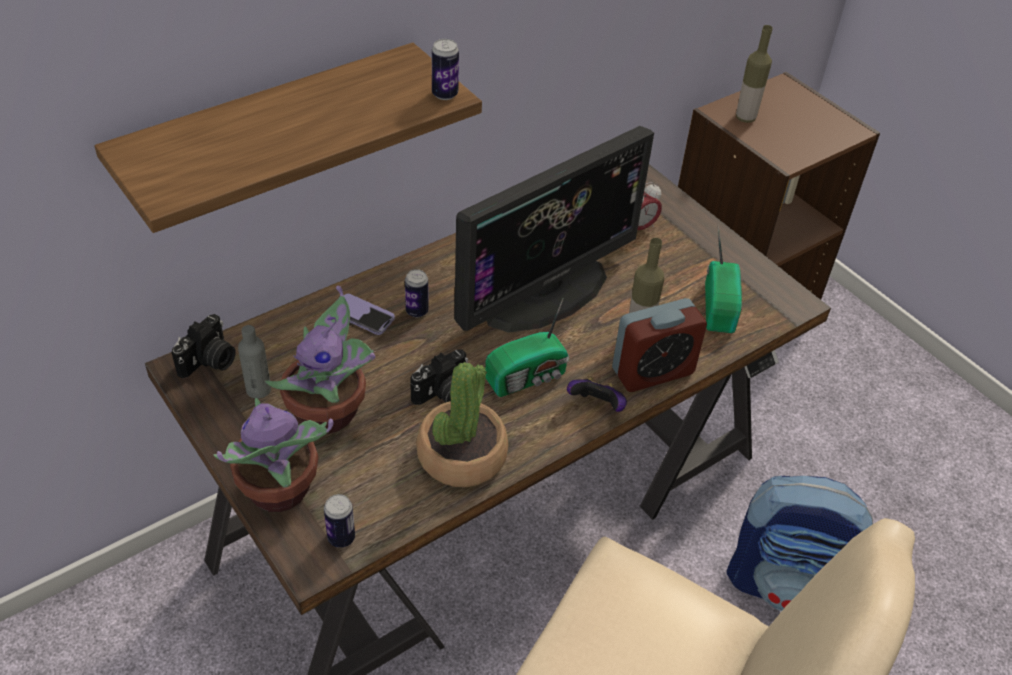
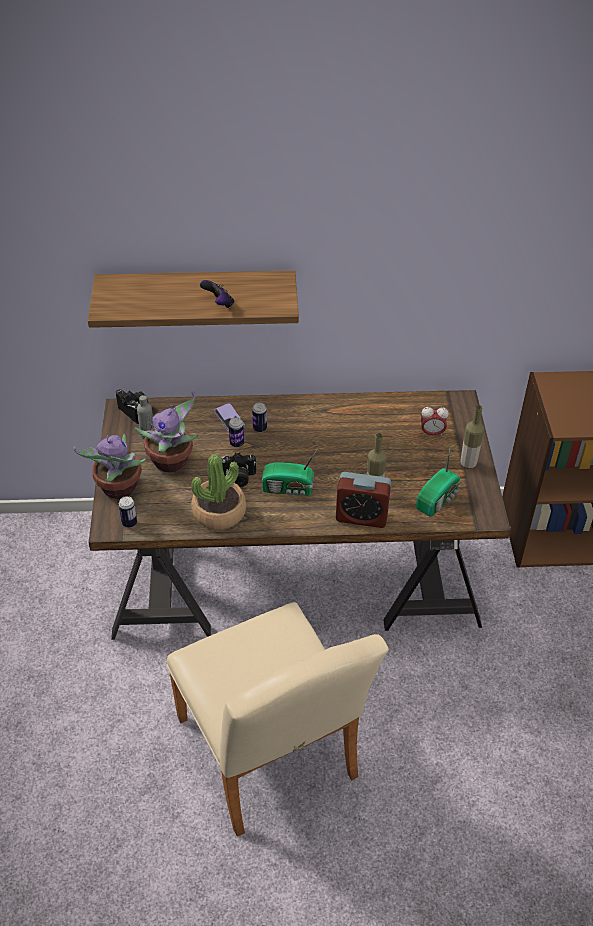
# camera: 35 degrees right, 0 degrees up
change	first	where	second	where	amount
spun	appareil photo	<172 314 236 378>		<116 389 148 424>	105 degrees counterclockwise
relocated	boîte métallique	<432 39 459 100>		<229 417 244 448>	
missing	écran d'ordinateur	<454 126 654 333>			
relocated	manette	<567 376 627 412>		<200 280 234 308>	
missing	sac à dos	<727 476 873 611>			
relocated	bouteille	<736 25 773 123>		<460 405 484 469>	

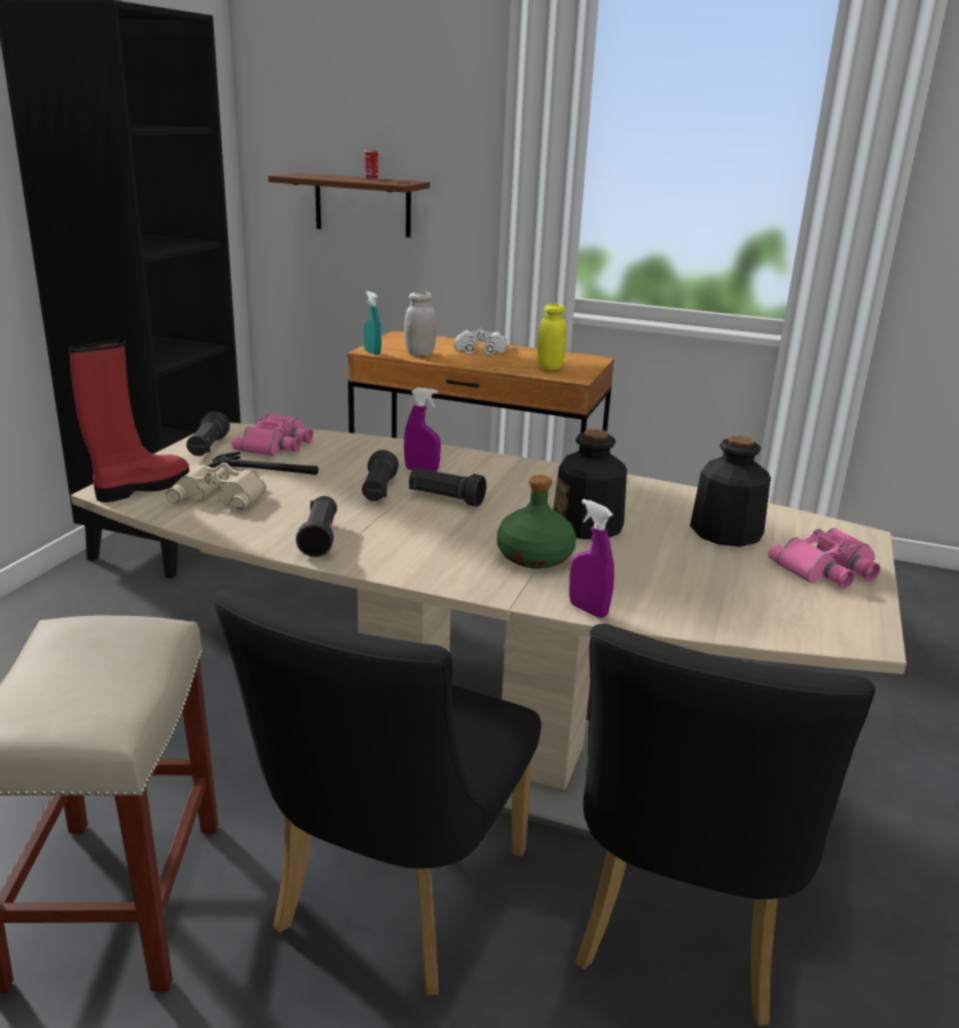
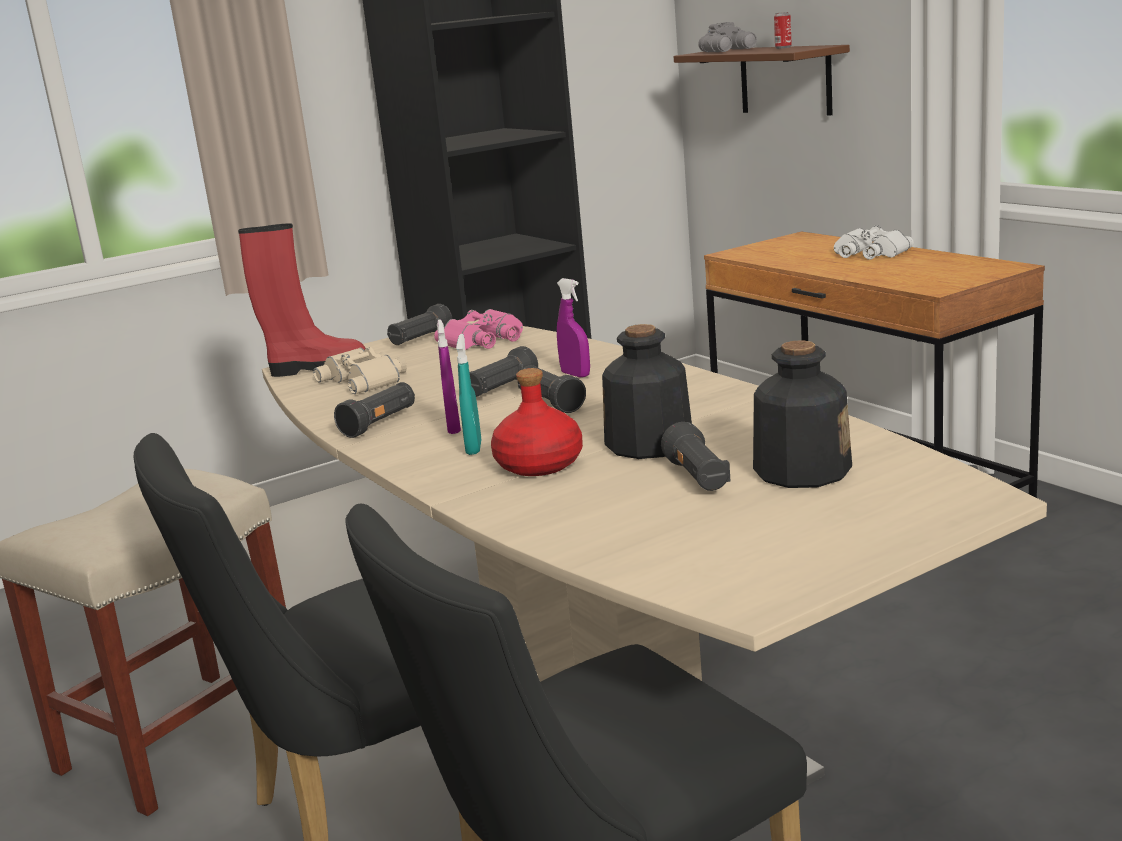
# camera: 40 degrees right, 5 degrees down
change	first	where	second	where	amount
missing	marteau	<209 452 318 475>			
relocated	vaporisateur [turquoise]	<364 291 381 355>		<456 334 481 455>	
missing	bocal [blanc]	<404 292 437 356>			
colour	bouteille [vert]	<497 475 576 569>	bouteille [rouge]	<491 368 583 476>	
missing	bocal [jaune]	<537 304 566 370>			
relocated	vaporisateur [violet]	<569 499 614 618>		<437 320 461 434>	
missing	jumelles [rose]	<768 528 880 588>			
appeared			lampe de poche [noir]	<661 422 730 491>	
appeared			jumelles [gris]	<698 22 757 52>	

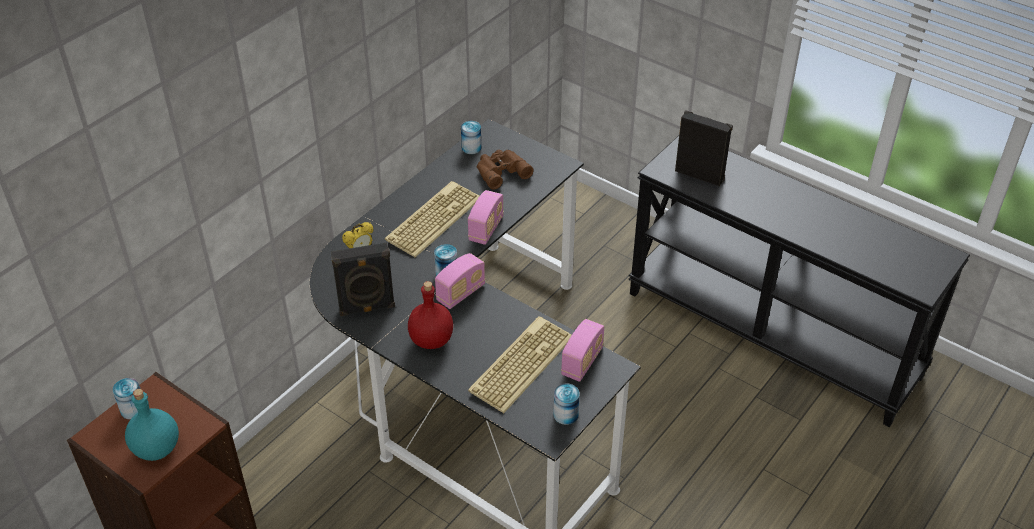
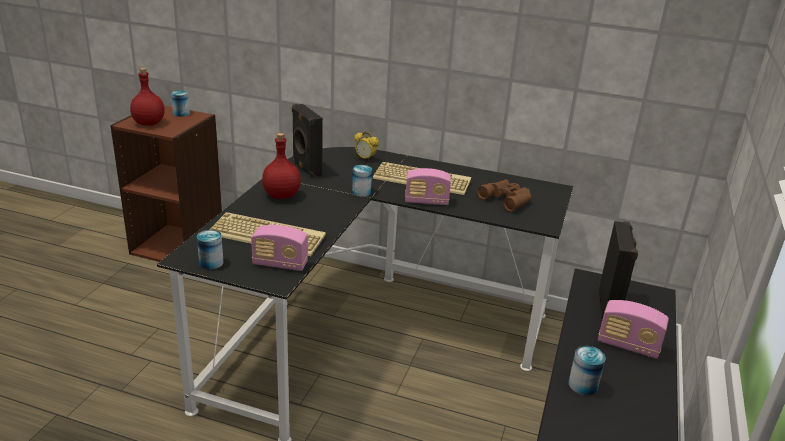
# camera: 70 degrees right, 15 degrees down
change	first	where	second	where	amount
colour	bouteille [turquoise]	<125 389 179 461>	bouteille [rouge]	<130 68 165 126>	
relocated	radio	<435 253 485 309>		<598 300 669 359>	
relocated	boîte métallique	<461 121 481 154>		<568 346 606 396>	

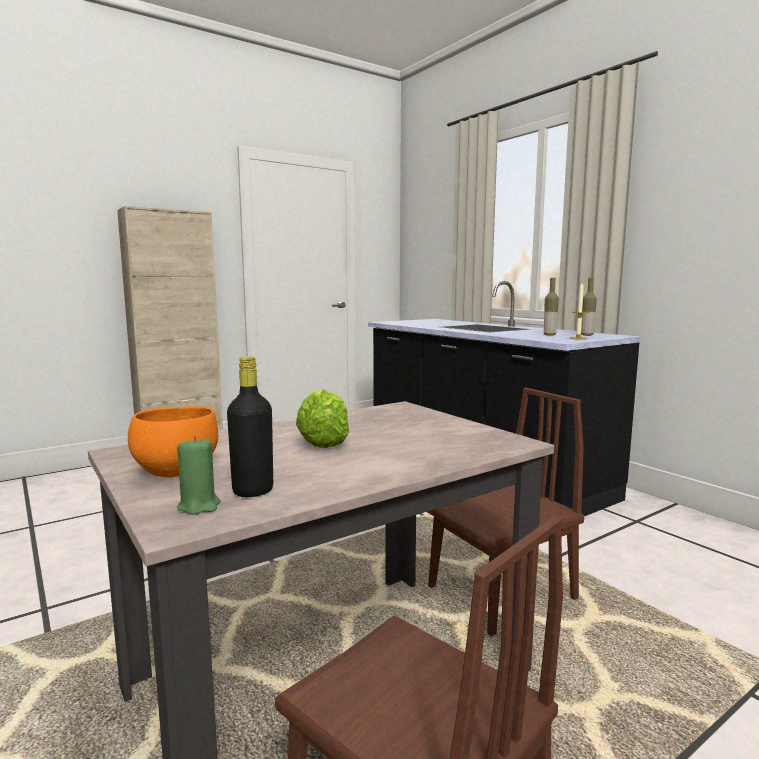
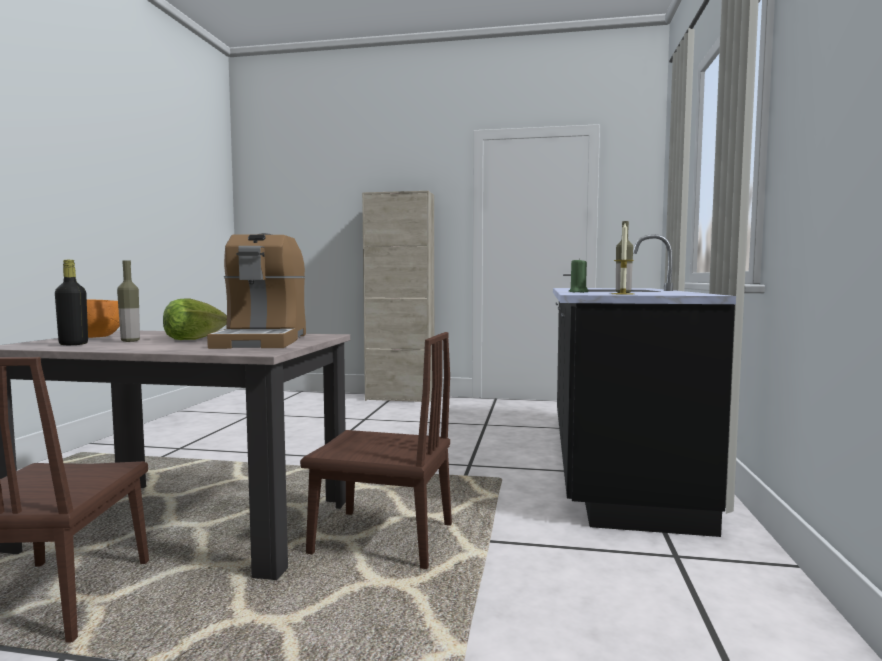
# camera: 45 degrees right, 5 degrees down
change	first	where	second	where	amount
relocated	bougie [vert]	<177 436 221 515>		<569 258 589 293>	
relocated	bouteille	<581 278 597 336>		<117 260 140 342>	
appeared			machine à café	<207 233 306 349>	

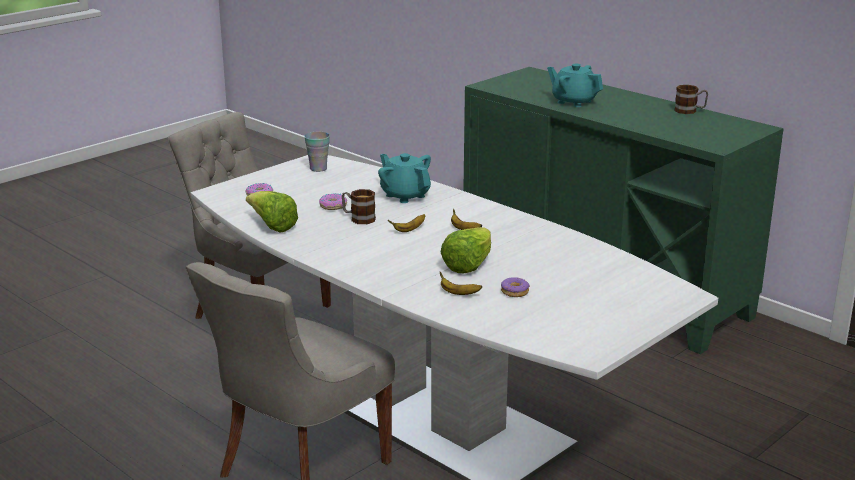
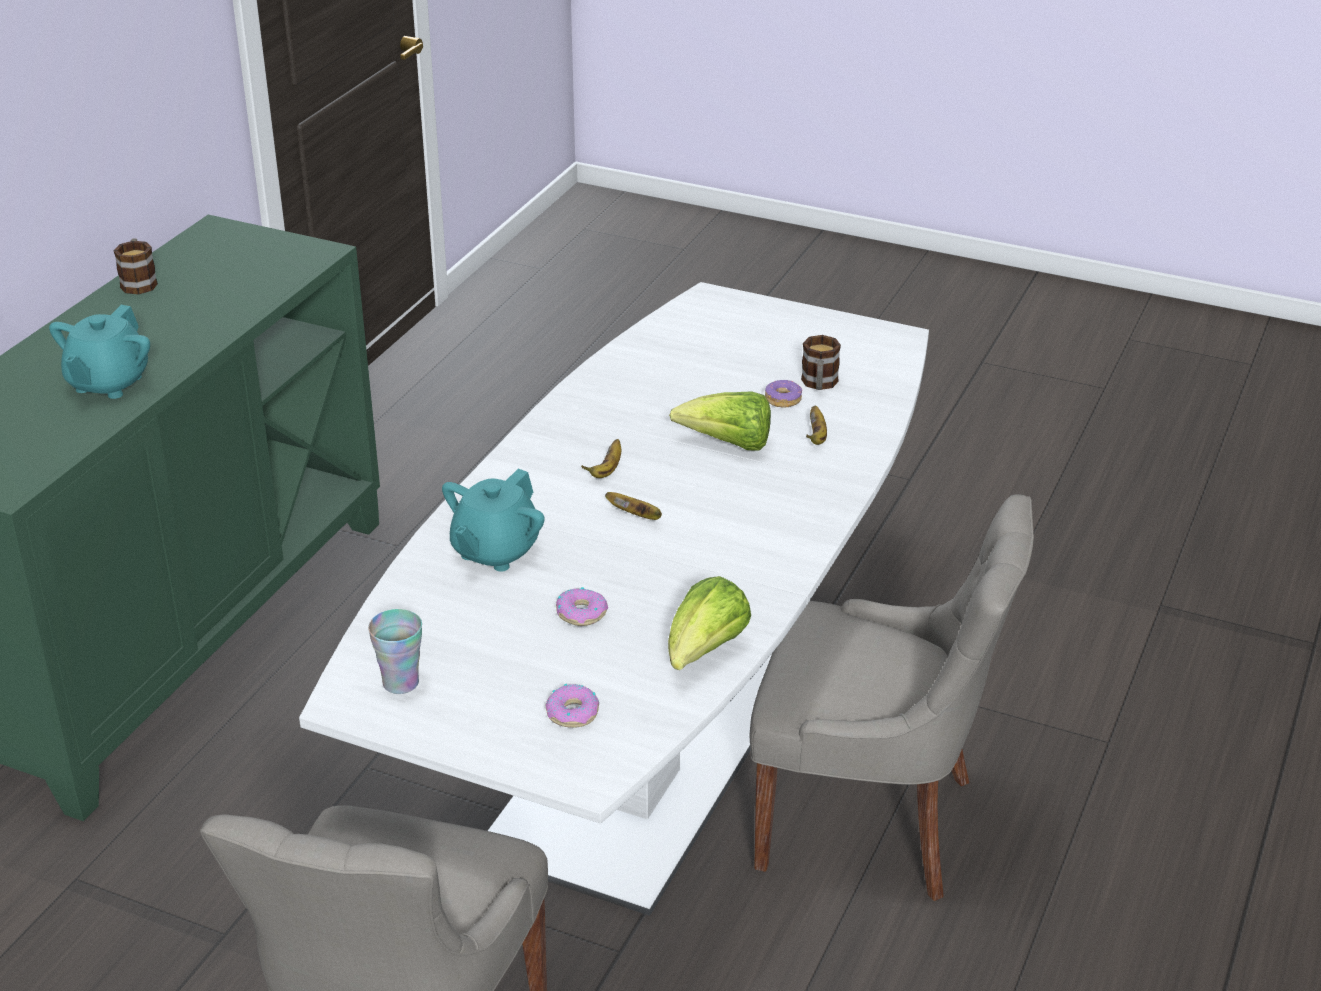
# camera: 110 degrees left, 10 degrees up
change	first	where	second	where	amount
relocated	mug	<342 189 376 224>		<801 335 841 390>	

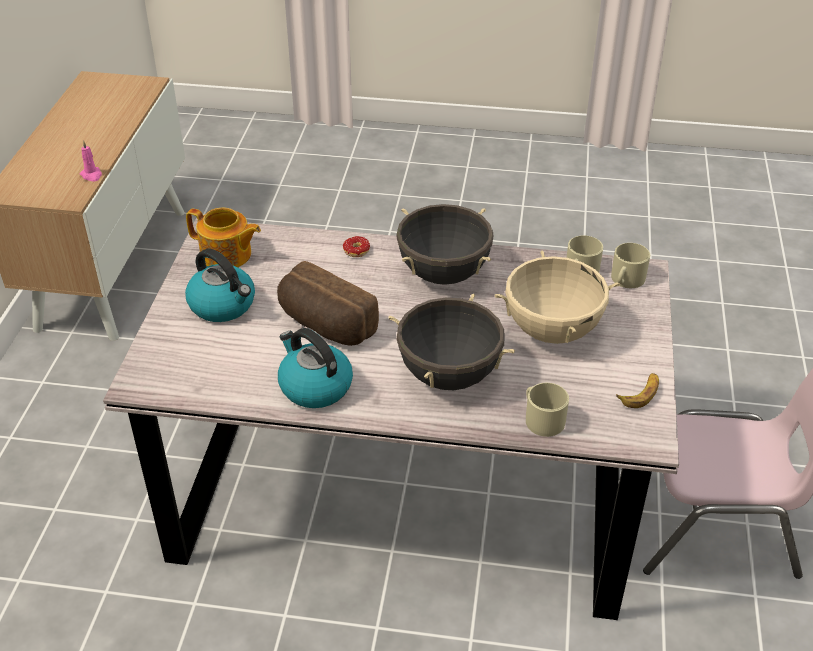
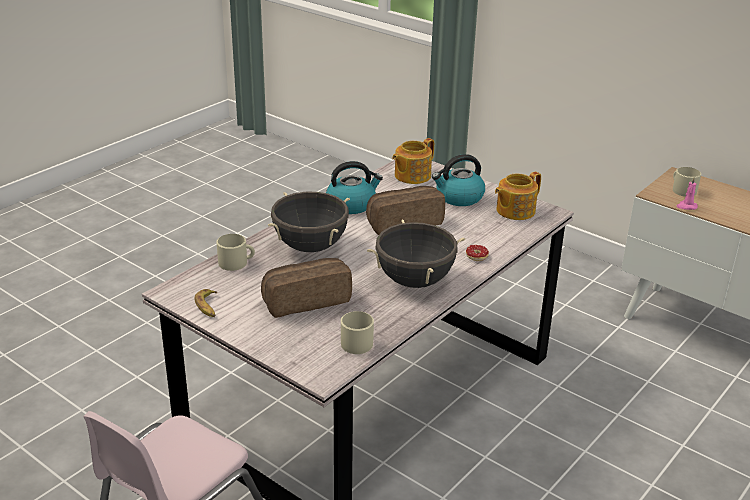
# camera: 120 degrees right, 10 degrees down
change	first	where	second	where	amount
exchanged	marmite [beige]	<495 251 620 344>	pain	<261 258 352 318>	
relocated	mug [beige]	<611 243 650 288>		<673 167 701 197>	
appeared			théière	<392 138 434 184>	

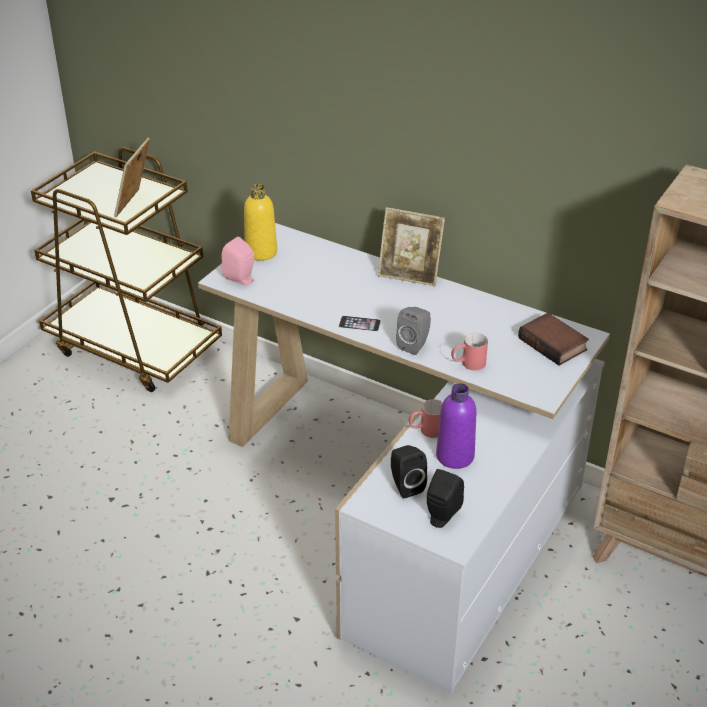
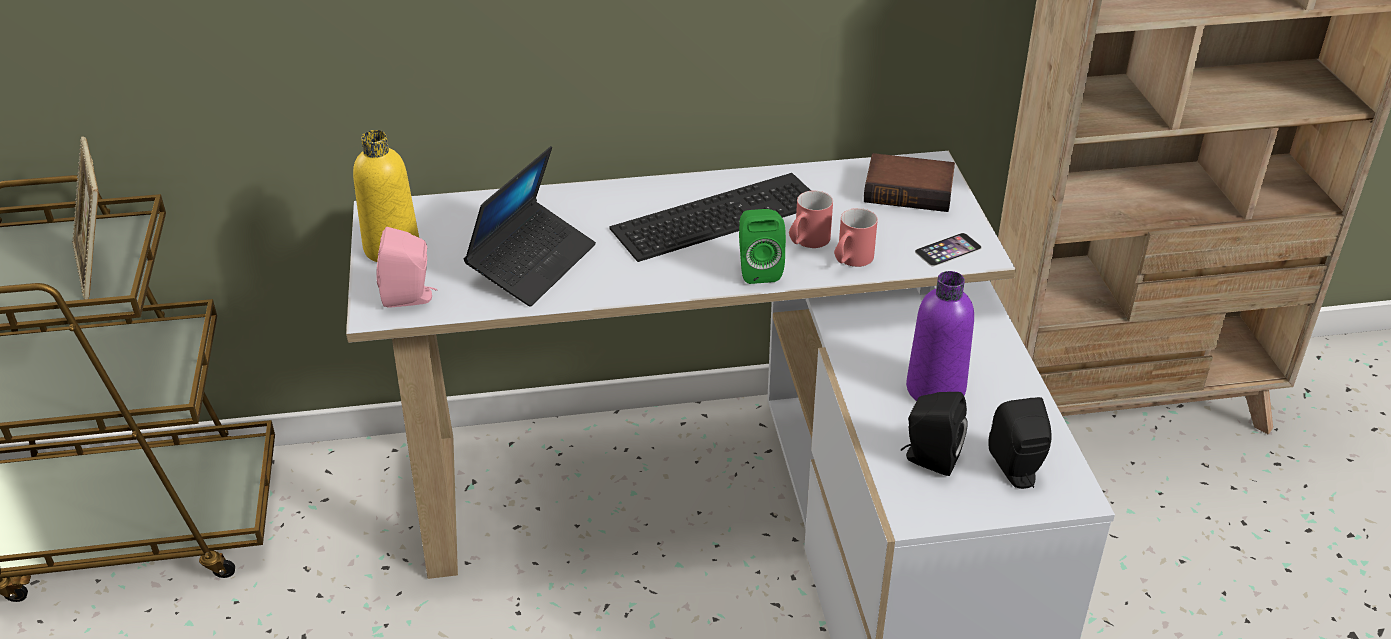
# camera: 40 degrees left, 0 degrees up
change	first	where	second	where	amount
relocated	téléphone	<339 316 381 332>		<915 233 982 266>	
missing	cadre photo	<378 207 445 286>			
colour	enceinte [gris]	<396 307 431 355>	enceinte [vert]	<739 209 786 284>	
relocated	mug [rouge]	<409 399 443 438>		<789 191 833 248>	
appeared			ordinateur portable	<464 146 596 307>	
appeared			clavier	<609 173 811 262>	

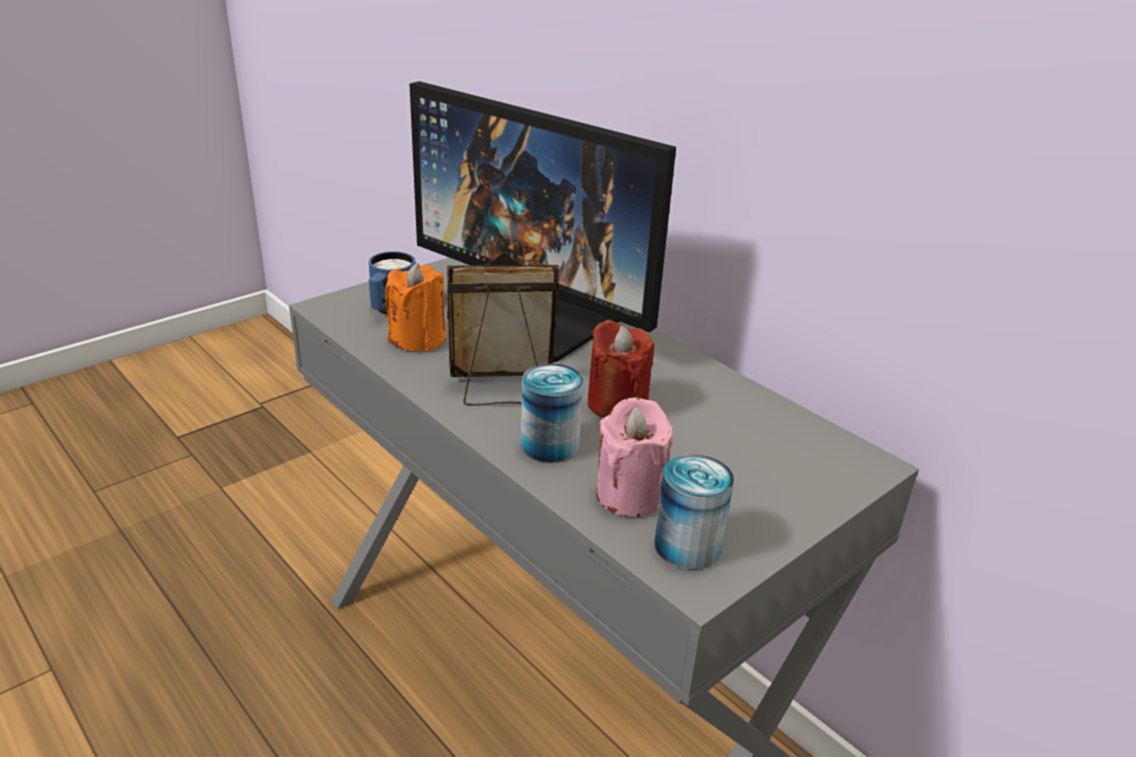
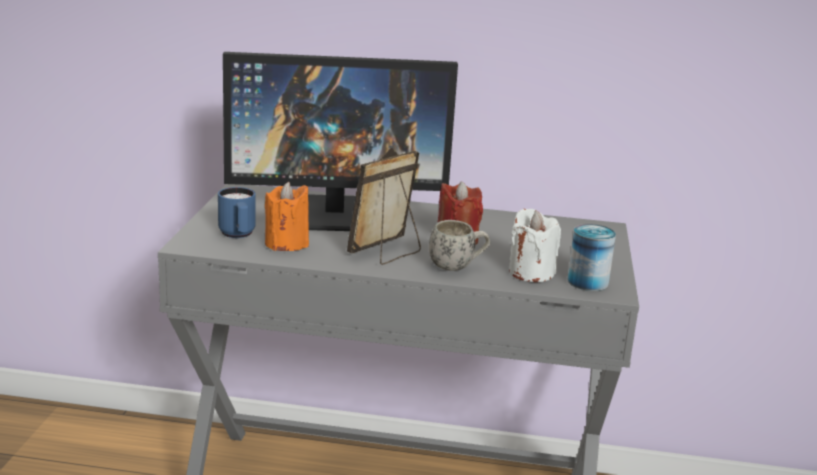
# camera: 40 degrees left, 10 degrees down
change	first	where	second	where	amount
exchanged	boîte métallique	<521 363 583 463>	mug [blanc]	<429 220 490 271>	
colour	bougie [rose]	<596 397 673 517>	bougie [blanc]	<509 209 561 282>	

